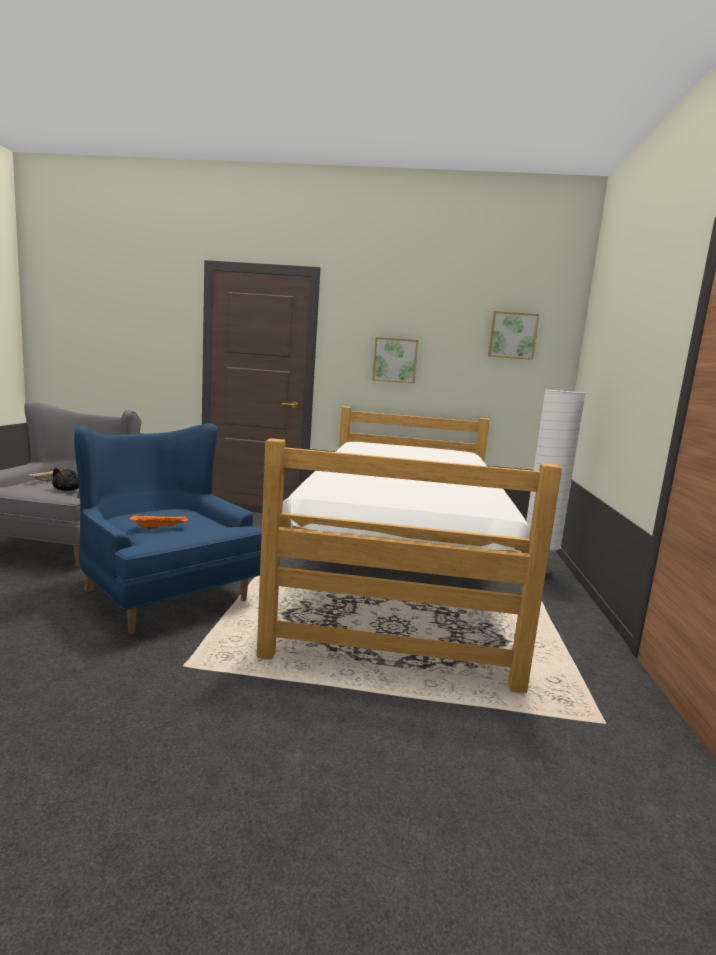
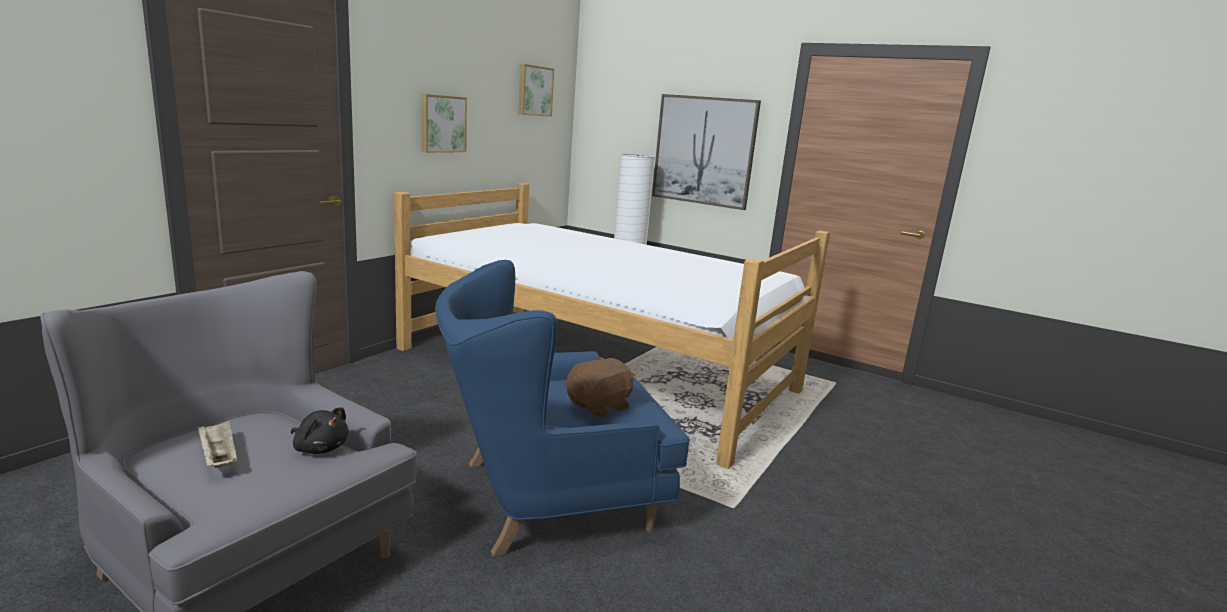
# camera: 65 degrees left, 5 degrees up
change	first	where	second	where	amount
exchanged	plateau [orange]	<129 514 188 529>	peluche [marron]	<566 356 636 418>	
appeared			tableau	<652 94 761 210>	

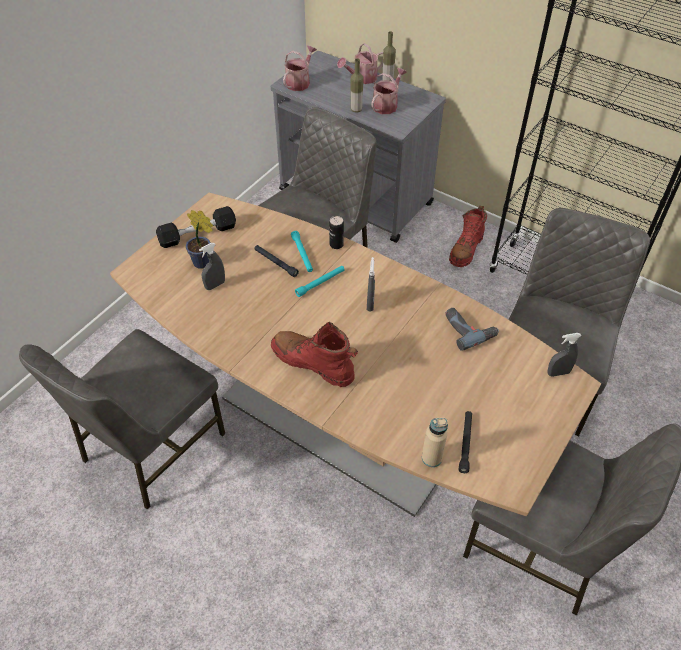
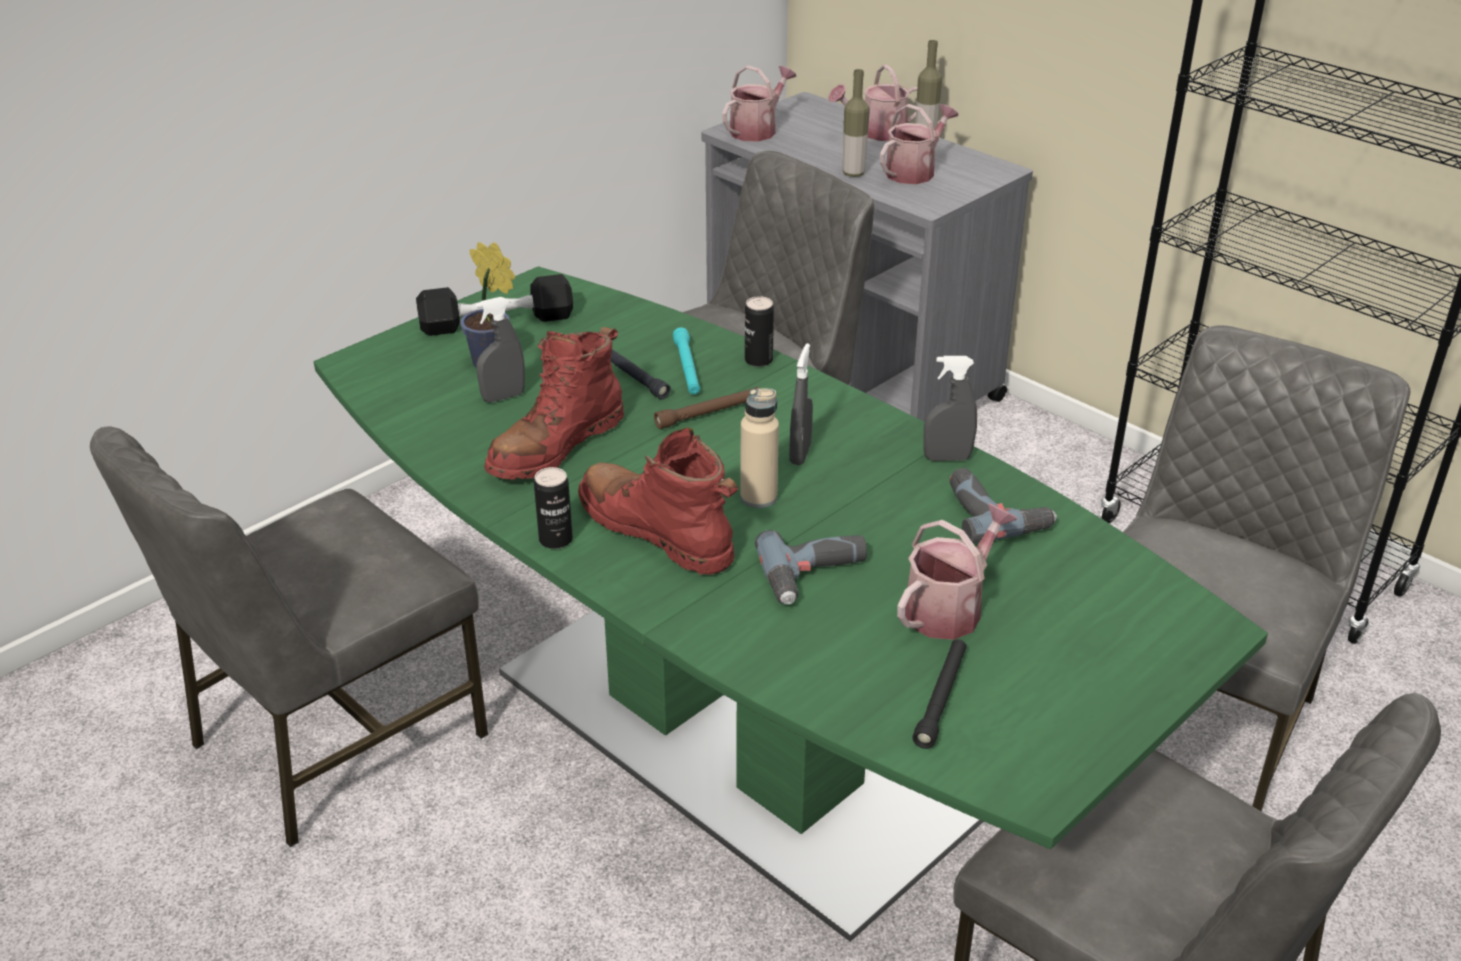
# camera: 10 degrees right, 15 degrees down
change	first	where	second	where	amount
colour	table à manger [marron]	<110 193 601 517>	table à manger [vert]	<314 266 1268 942>	
colour	lampe de poche [turquoise]	<295 266 345 297>	lampe de poche [marron]	<654 387 761 429>	
relocated	bouteille [beige]	<422 417 448 467>		<740 388 779 508>	
relocated	botte [rouge]	<449 206 487 267>		<484 327 624 480>	
relocated	vaporisateur [gris]	<547 333 581 377>		<923 356 977 461>	
appeared			boîte métallique	<534 467 573 549>	
appeared			perceuse	<755 530 867 605>	
appeared			arrosoir	<897 504 1017 640>	

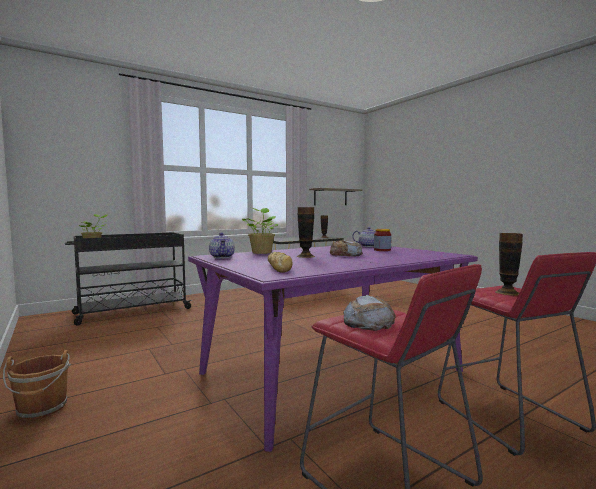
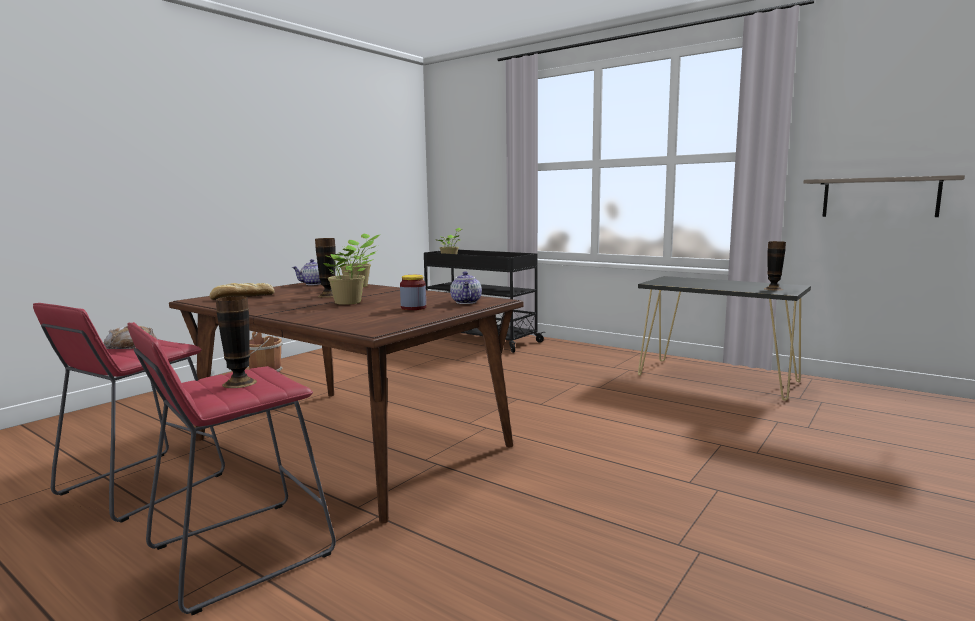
# camera: 70 degrees right, 5 degrees up
change	first	where	second	where	amount
colour	table à manger [violet]	<188 245 478 452>	table à manger [marron]	<169 283 524 523>	
exchanged	pain	<330 239 363 256>	plante en pot	<323 240 375 305>	

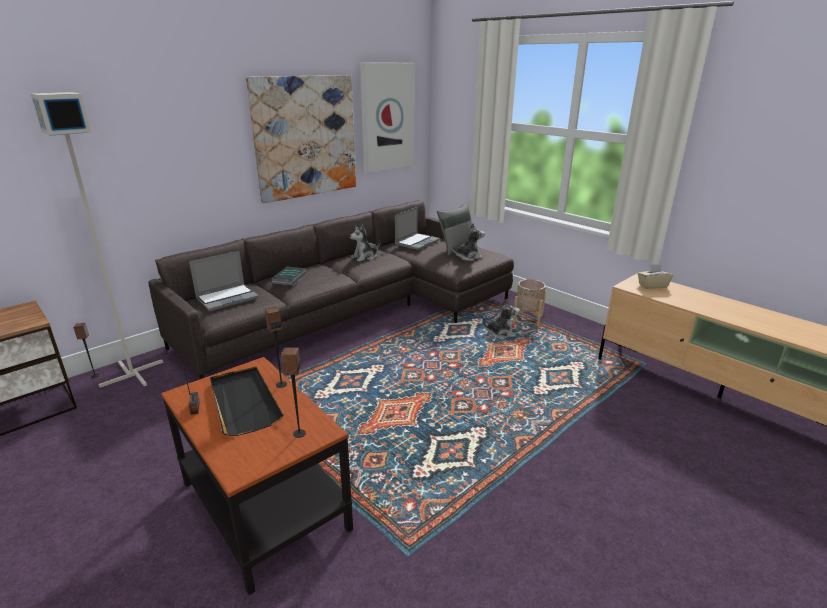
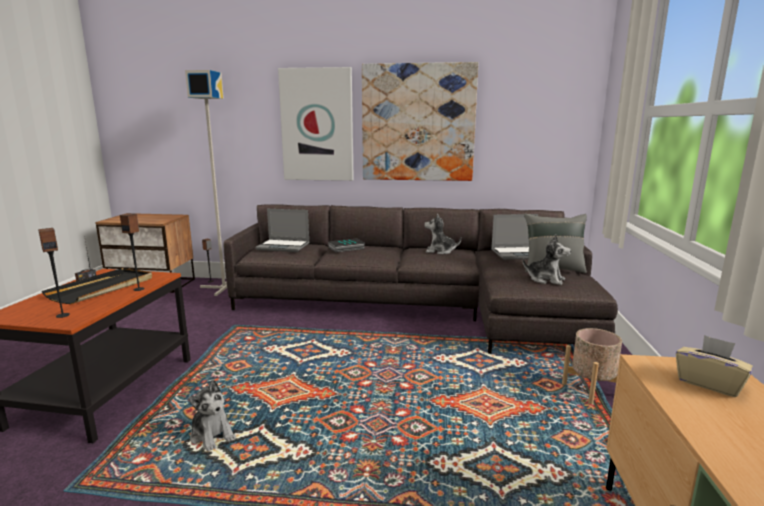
# camera: 50 degrees right, 10 degrees down
change	first	where	second	where	amount
relocated	tableau	<359 63 415 173>		<278 67 354 181>	
relocated	peluche	<482 299 520 339>		<189 380 236 451>	

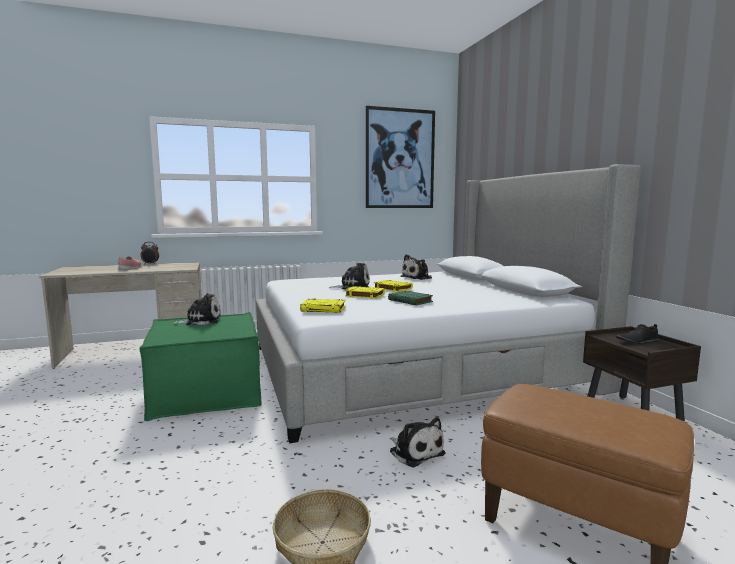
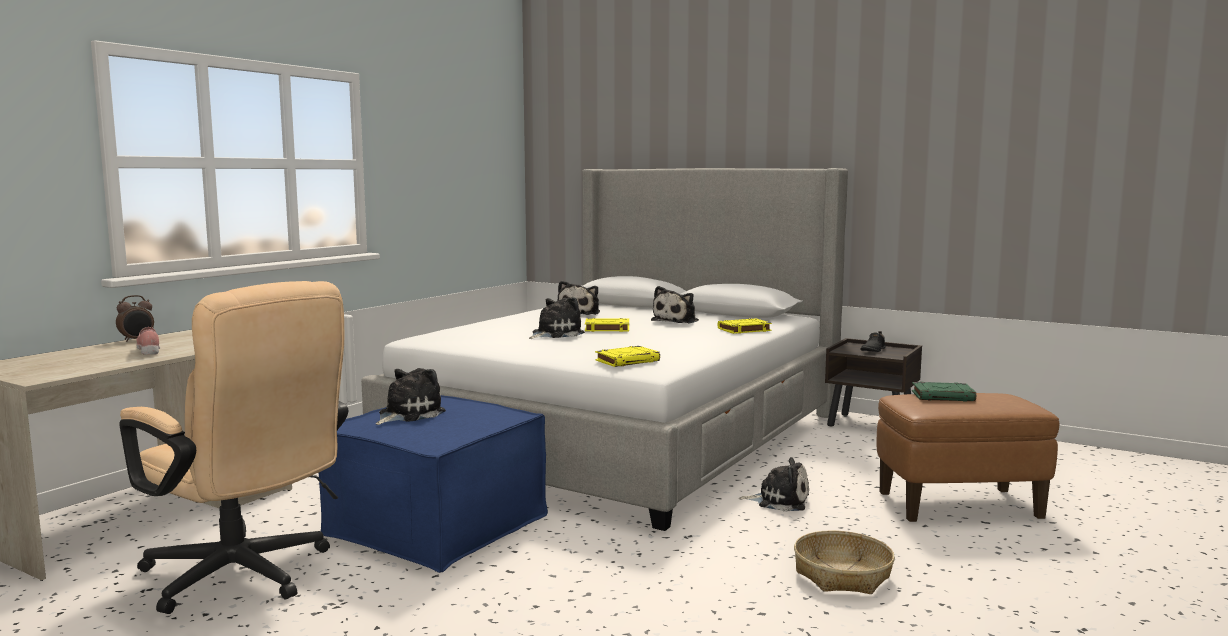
# camera: 40 degrees left, 0 degrees up
change	first	where	second	where	amount
colour	pouf [vert]	<140 312 262 421>	pouf [bleu]	<319 395 548 573>	
relocated	livre [jaune]	<345 286 385 298>		<717 318 772 334>	
missing	tableau	<366 106 435 208>			
relocated	livre [vert]	<388 291 433 305>		<912 382 976 402>	
appeared			chaise de bureau [beige]	<119 281 349 614>	
appeared			peluche	<651 286 699 324>	

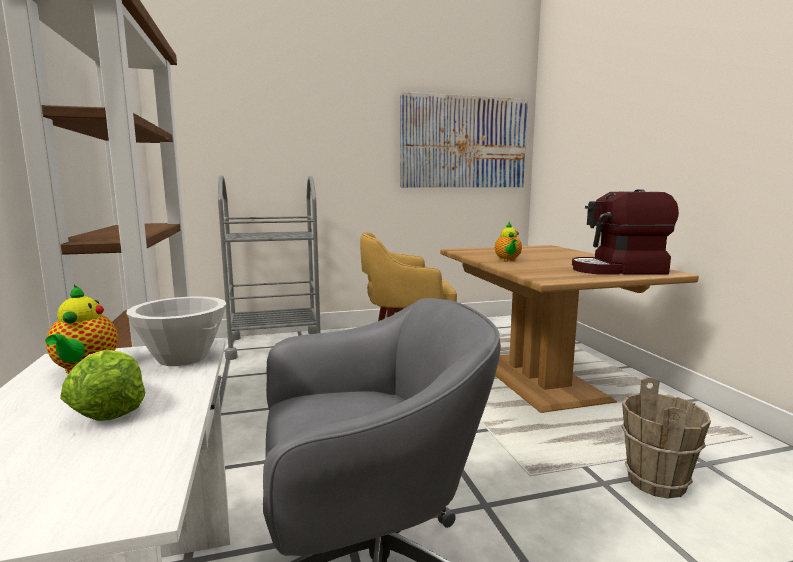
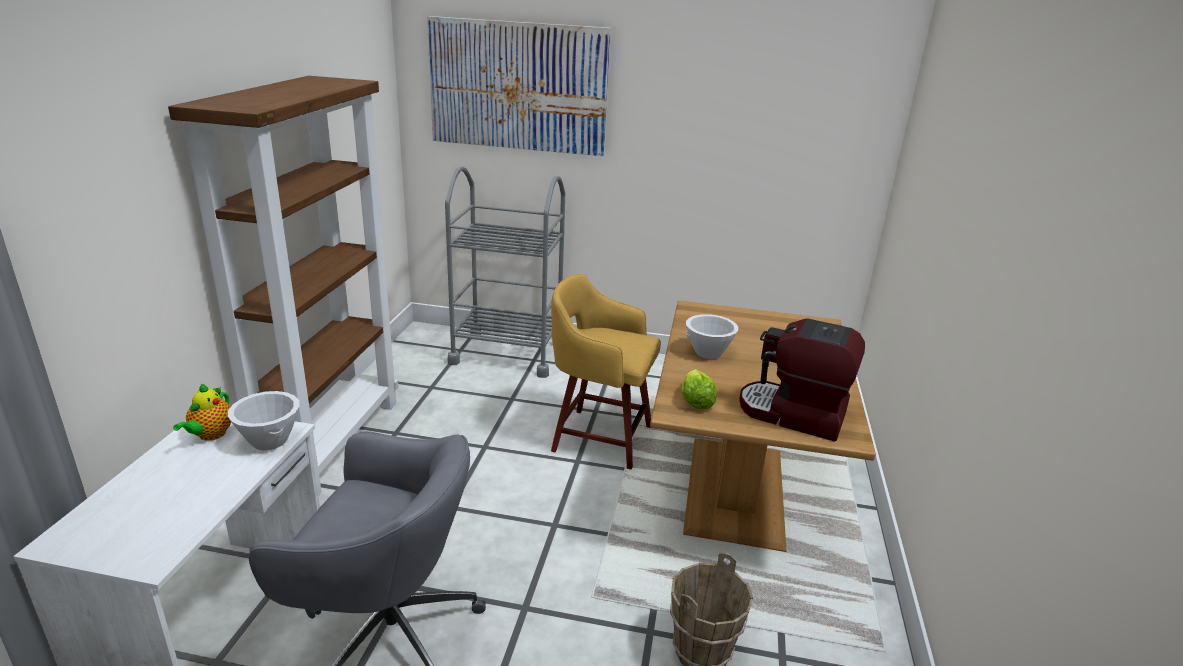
# camera: 25 degrees right, 15 degrees up
change	first	where	second	where	amount
relocated	laitue	<60 349 145 421>		<681 369 717 410>	
relocated	tableau	<400 92 528 188>		<427 16 611 156>	
exchanged	théière	<495 222 522 261>	bol [blanc]	<686 314 739 359>	

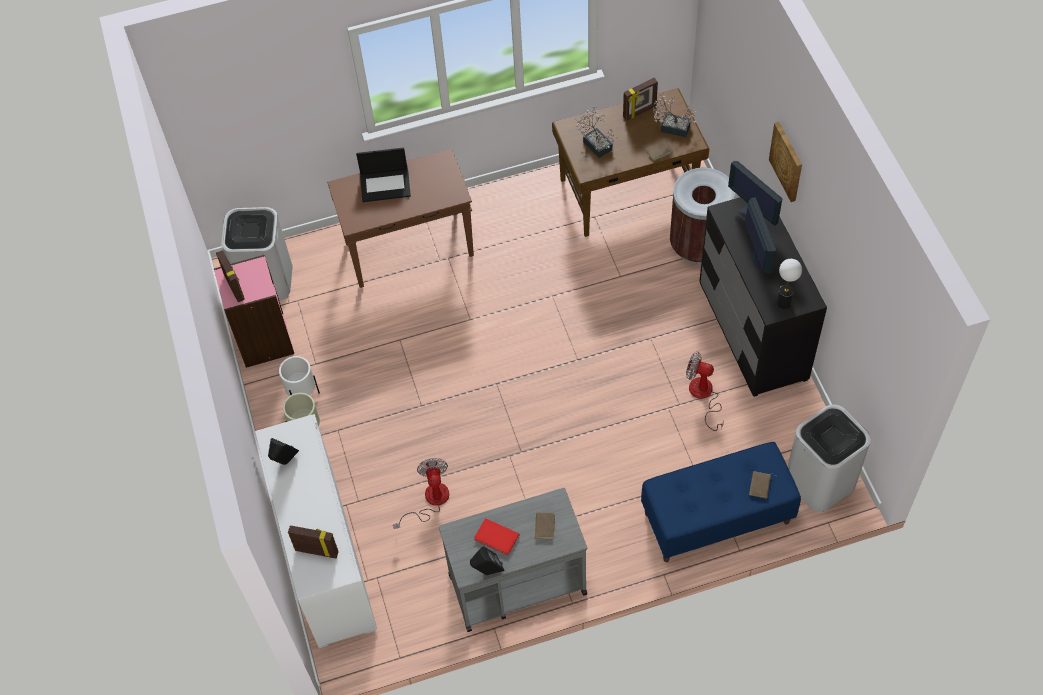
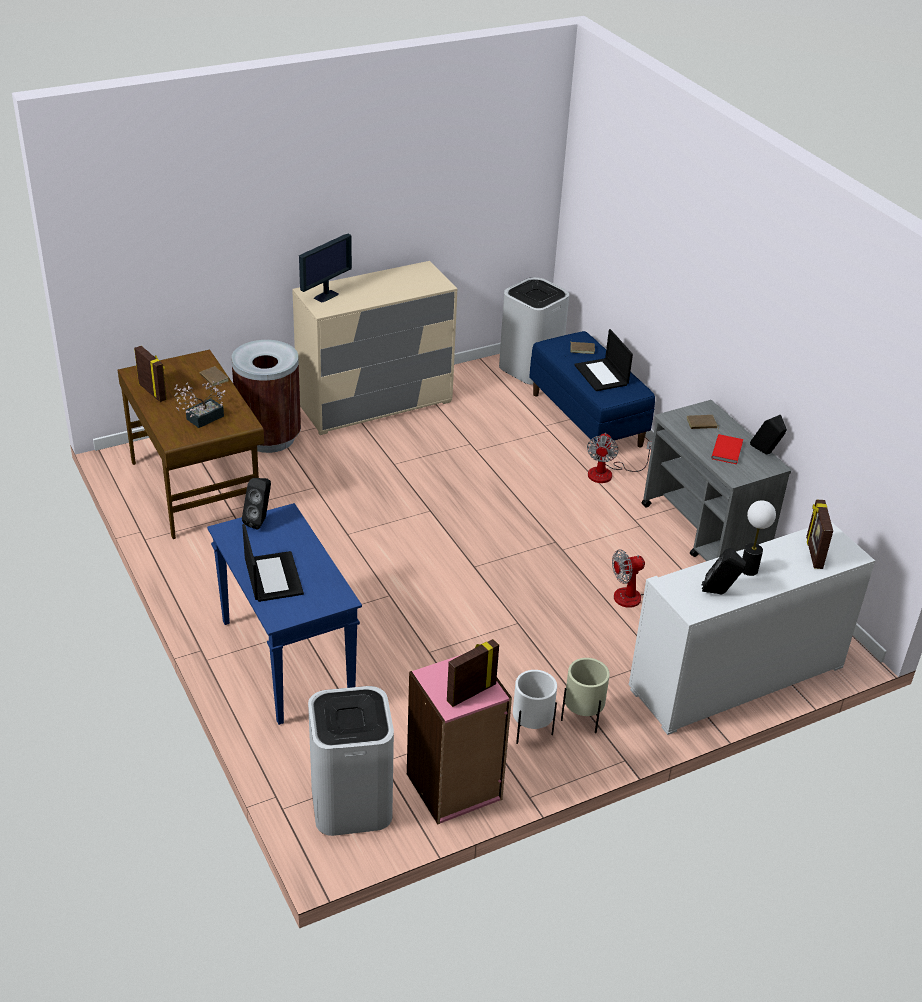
# camera: 105 degrees left, 20 degrees down
change	first	where	second	where	amount
colour	table console [marron]	<327 148 474 288>	table console [bleu]	<207 503 362 725>	
missing	plante en pot	<653 93 697 137>			
relocated	ventilateur	<686 351 724 431>		<587 433 652 483>	
colour	commode [noir]	<699 197 827 397>	commode [beige]	<292 261 457 435>	
missing	écran d'ordinateur	<745 197 777 274>			
missing	tableau	<769 122 802 202>			
relocated	lampe de table	<777 259 802 309>		<742 500 776 576>	
appeared			enceinte [noir]	<242 478 271 530>	
appeared			ordinateur portable	<574 329 633 391>	

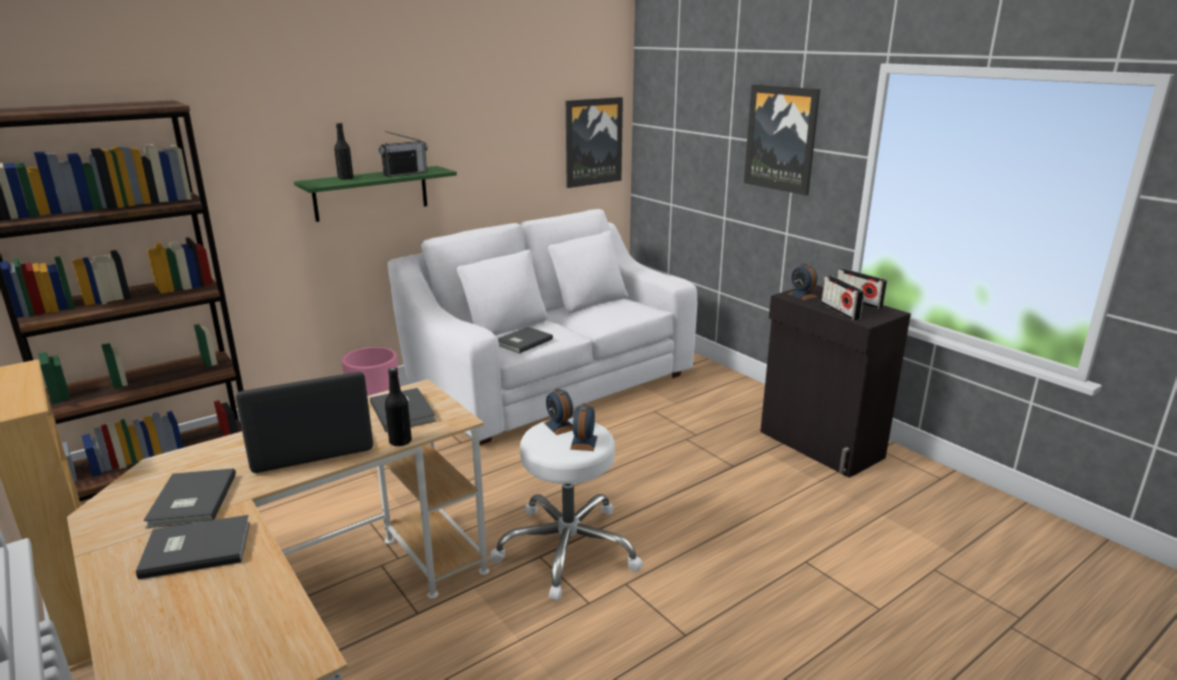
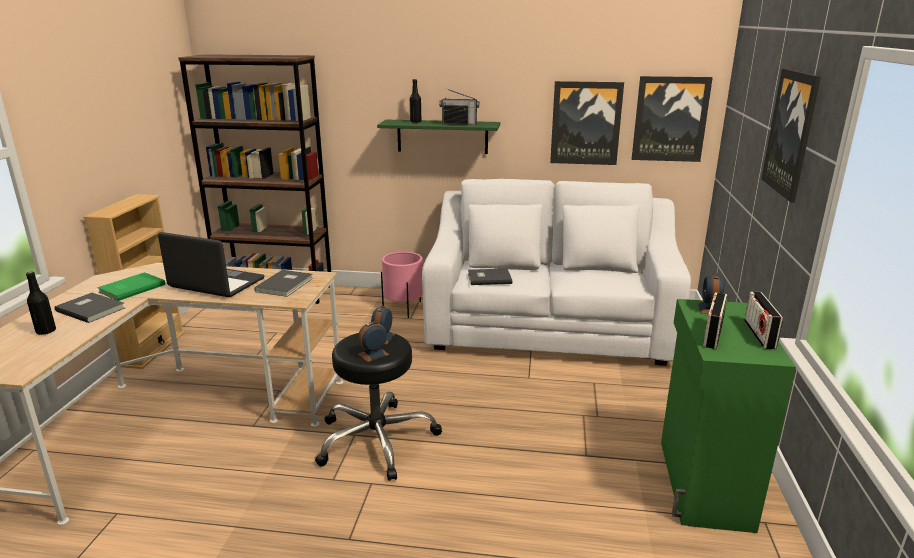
# camera: 45 degrees right, 0 degrees up
change	first	where	second	where	amount
colour	livre [gris]	<143 468 236 529>	livre [vert]	<97 272 165 301>	
relocated	bouteille [noir]	<385 367 412 447>		<26 271 56 335>	
colour	tabouret [blanc]	<490 418 643 601>	tabouret [noir]	<315 333 442 481>	
colour	meuble de rangement [noir]	<760 285 911 477>	meuble de rangement [vert]	<661 299 796 533>	
appeared			tableau	<550 81 624 165>	

